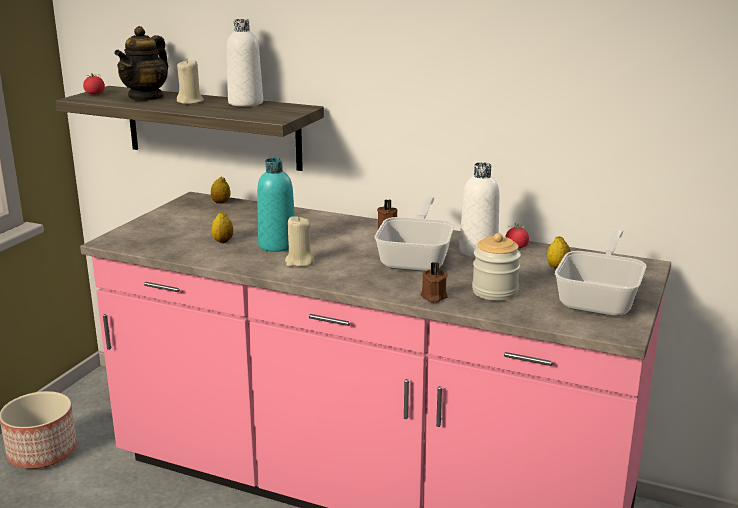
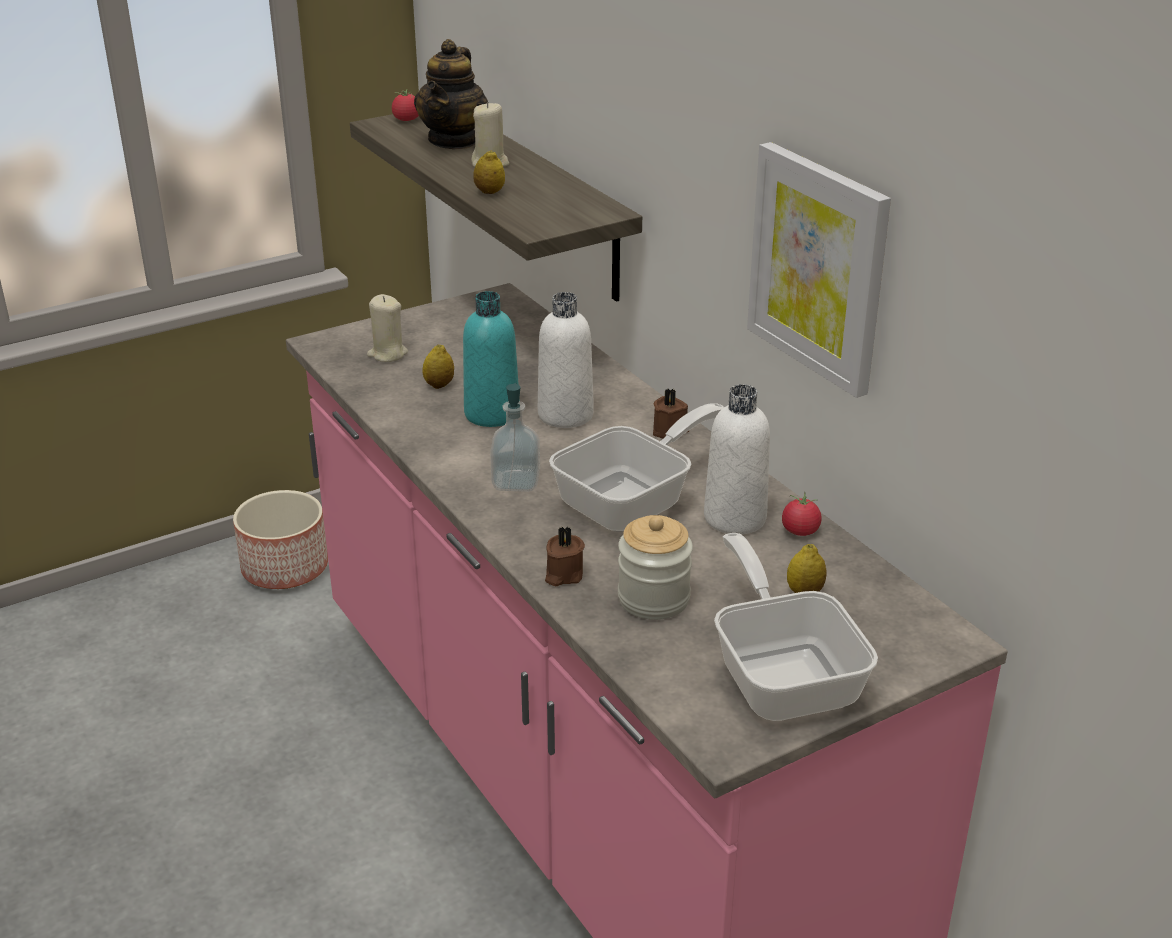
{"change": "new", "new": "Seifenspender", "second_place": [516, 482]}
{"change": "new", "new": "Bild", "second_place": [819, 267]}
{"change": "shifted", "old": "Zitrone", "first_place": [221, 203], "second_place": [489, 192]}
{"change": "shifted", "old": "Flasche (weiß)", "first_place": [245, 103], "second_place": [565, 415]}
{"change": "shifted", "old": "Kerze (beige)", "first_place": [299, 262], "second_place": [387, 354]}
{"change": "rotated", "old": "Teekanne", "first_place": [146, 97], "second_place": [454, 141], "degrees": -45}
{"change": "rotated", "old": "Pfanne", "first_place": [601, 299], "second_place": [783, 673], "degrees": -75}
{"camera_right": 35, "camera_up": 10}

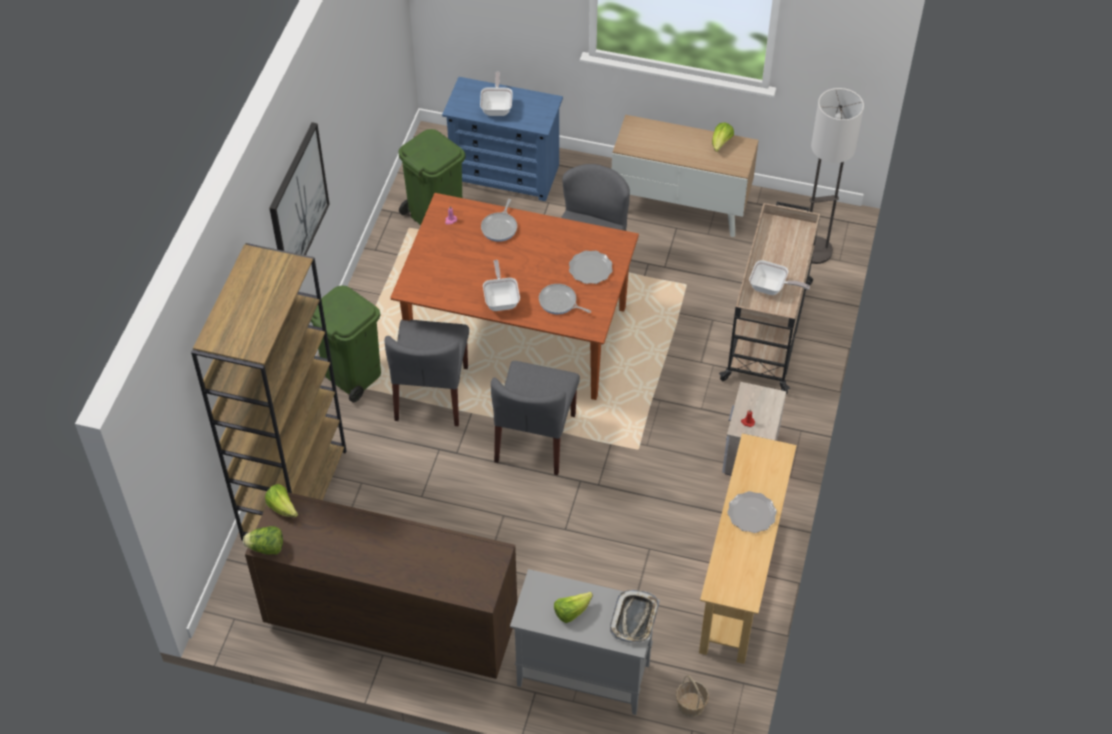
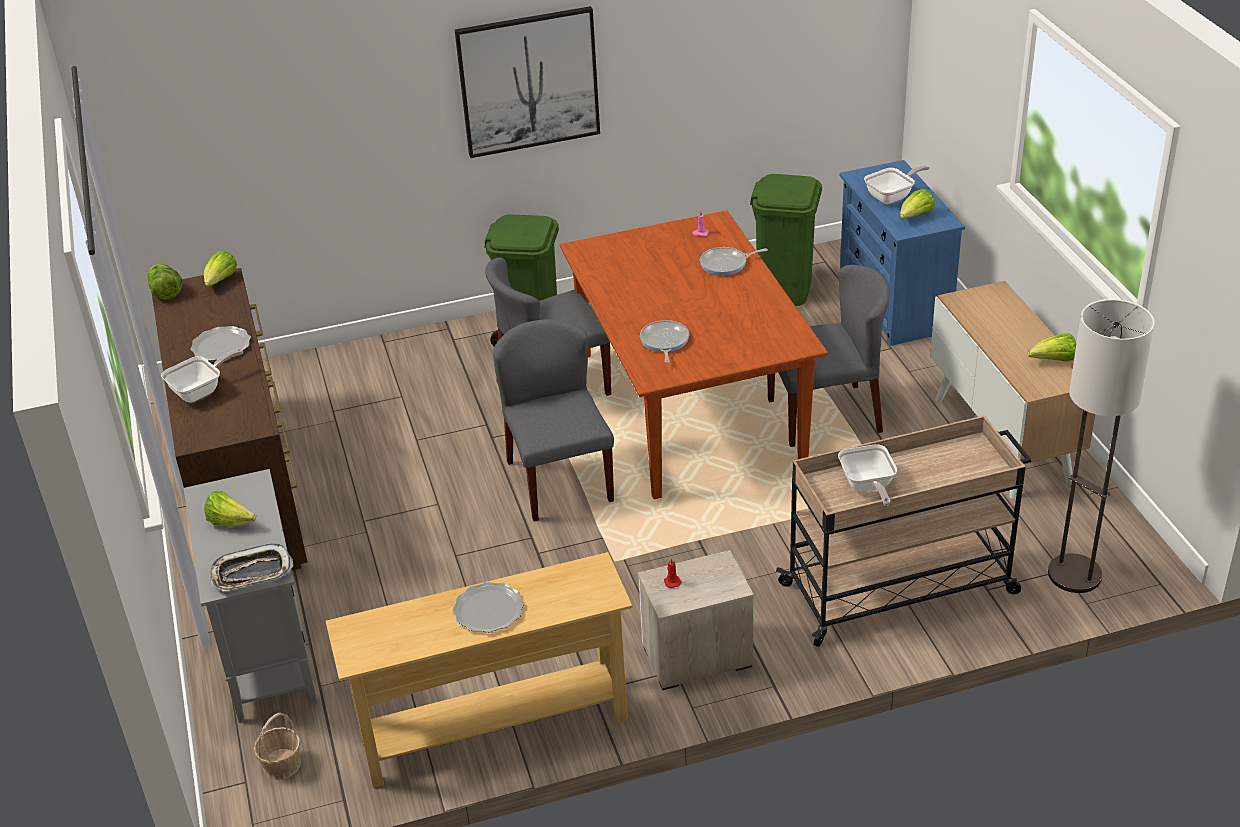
{"change": "gone", "old": "Bücherregal (braun)", "first_place": [294, 493]}
{"change": "new", "new": "Salatkopf", "second_place": [915, 217]}
{"change": "shifted", "old": "Pfanne", "first_place": [501, 299], "second_place": [201, 390]}
{"change": "shifted", "old": "Teller", "first_place": [590, 269], "second_place": [221, 346]}
{"change": "rotated", "old": "Stuhl (grau)", "first_place": [535, 438], "second_place": [559, 481], "degrees": 90}
{"camera_right": 60, "camera_up": -15}

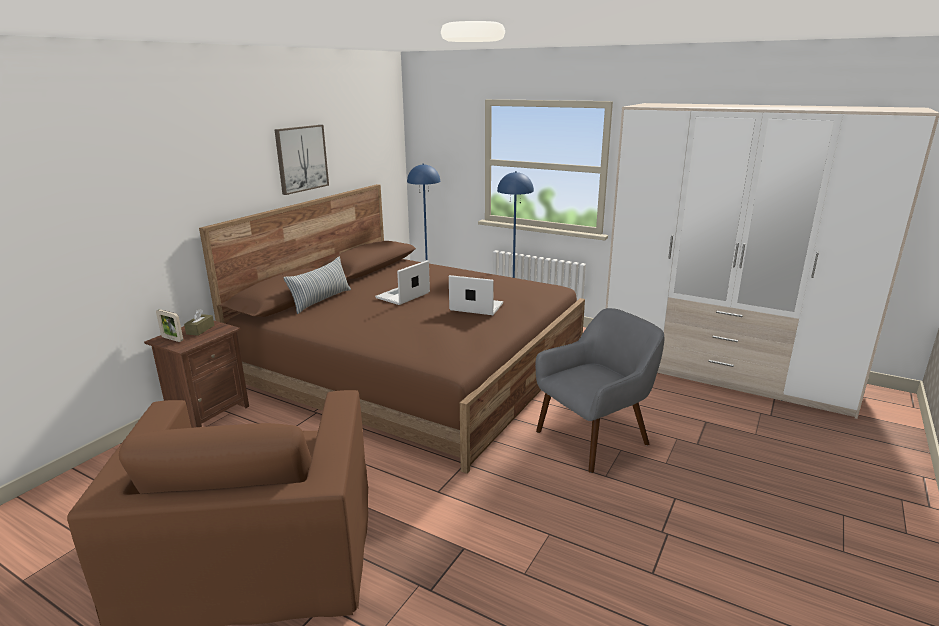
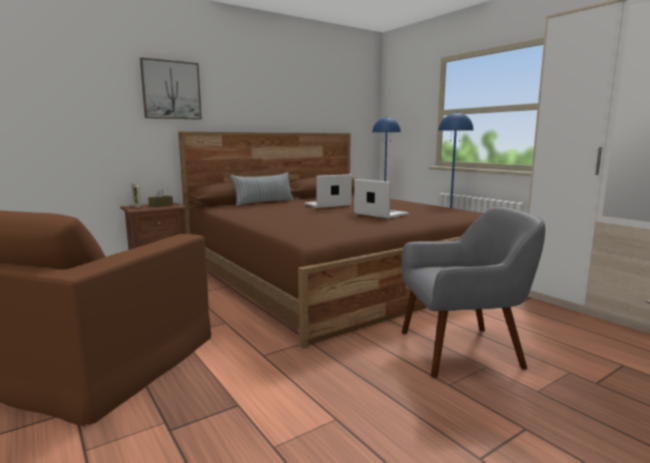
{"change": "shifted", "old": "Bild", "first_place": [301, 158], "second_place": [171, 90]}
{"camera_right": 25, "camera_up": -10}

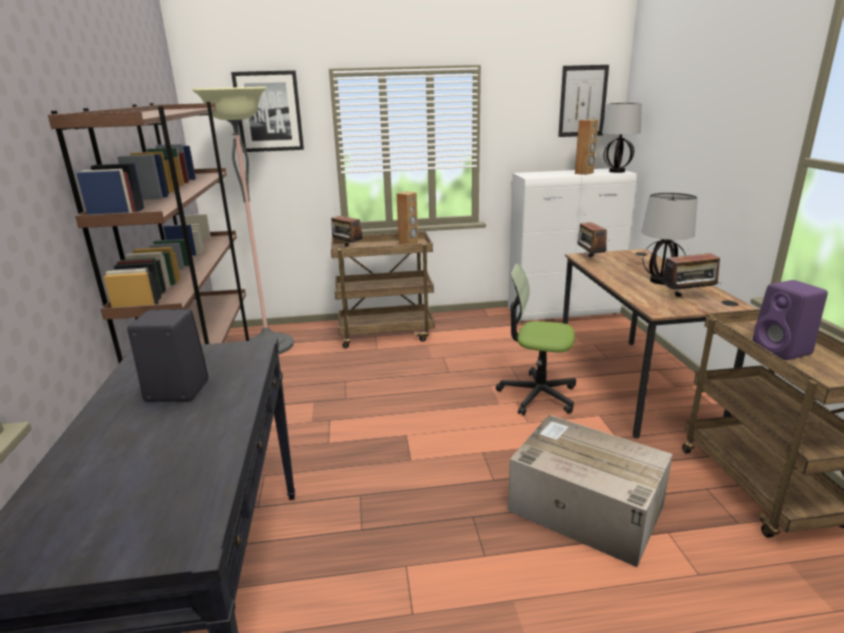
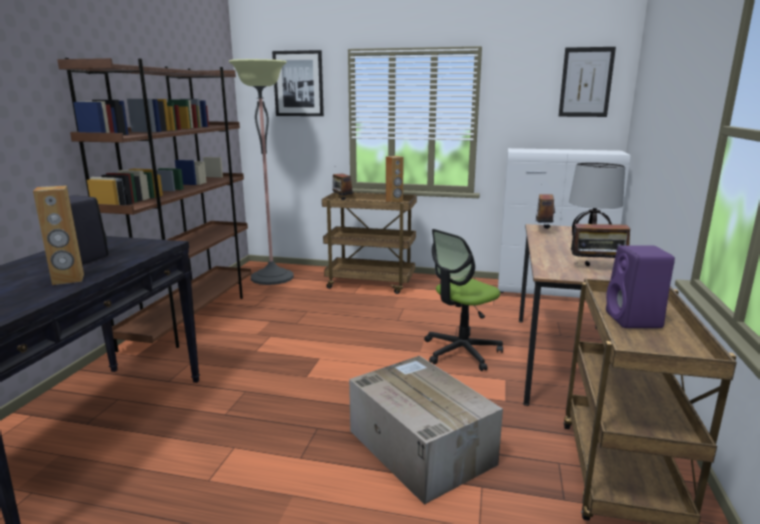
{"change": "gone", "old": "Tischlampe", "first_place": [616, 171]}
{"change": "shifted", "old": "Lautsprecher (braun)", "first_place": [584, 173], "second_place": [68, 279]}
{"change": "rotated", "old": "Bürostuhl", "first_place": [537, 395], "second_place": [461, 352], "degrees": -75}
{"camera_right": 20, "camera_up": -5}

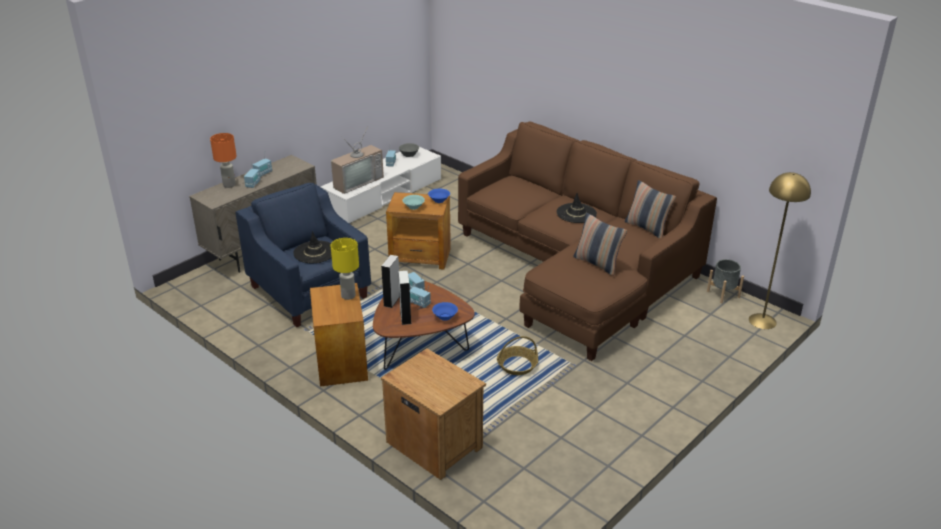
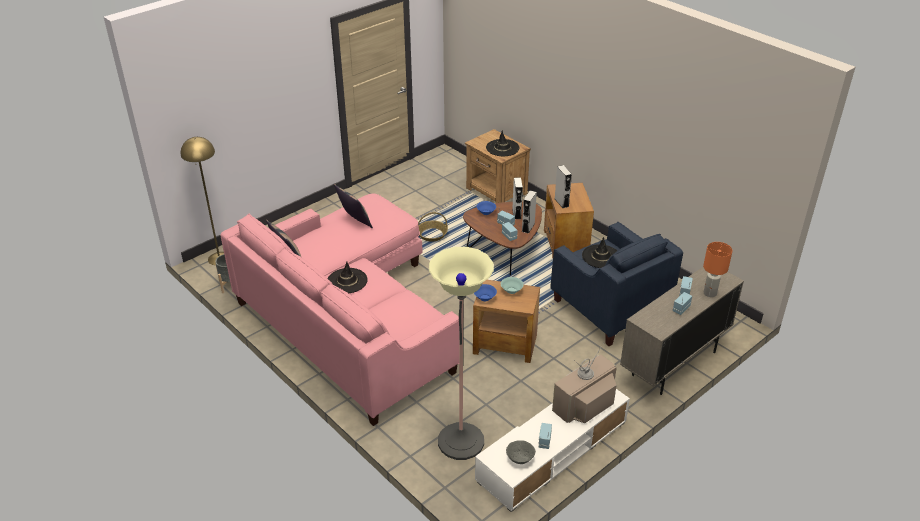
{"change": "new", "new": "Stehlampe", "second_place": [461, 441]}
{"change": "new", "new": "Hut (schwarz)", "second_place": [502, 148]}
{"change": "swapped", "old": "Tischlampe (gelb)", "new": "Lautsprecher (grau)", "first_place": [348, 296], "second_place": [561, 202]}
{"change": "repainted", "old": "Sofa (braun)", "new": "Sofa (rosa)", "first_place": [576, 269], "second_place": [351, 319]}
{"camera_right": -175, "camera_up": 5}

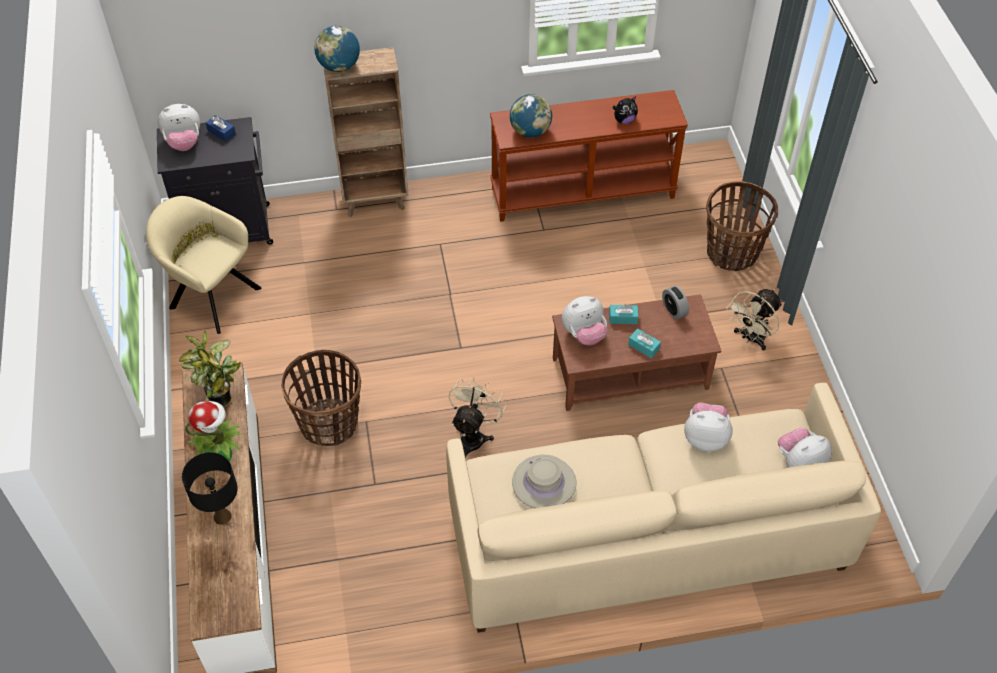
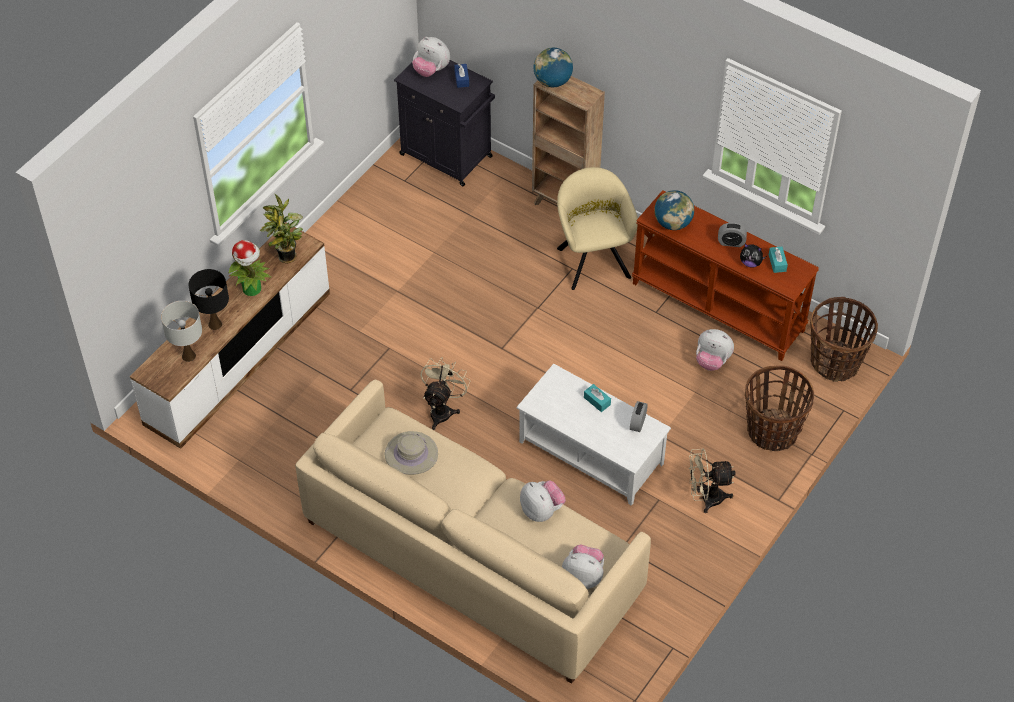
{"change": "new", "new": "Tischlampe (weiß)", "second_place": [188, 355]}
{"change": "new", "new": "Wecker", "second_place": [731, 242]}
{"change": "shifted", "old": "Sessel (beige)", "first_place": [211, 295], "second_place": [592, 259]}
{"change": "shifted", "old": "Korb", "first_place": [329, 423], "second_place": [835, 362]}
{"change": "shifted", "old": "Plüschtier", "first_place": [584, 334], "second_place": [712, 361]}
{"change": "shifted", "old": "Taschentuchbox (türkis)", "first_place": [643, 347], "second_place": [777, 263]}
{"change": "repainted", "old": "Couchtisch (braun)", "new": "Couchtisch (weiß)", "first_place": [630, 374], "second_place": [590, 453]}
{"change": "rotated", "old": "Ventilator (beige)", "first_place": [474, 436], "second_place": [443, 409], "degrees": -45}
{"camera_right": 45, "camera_up": 0}

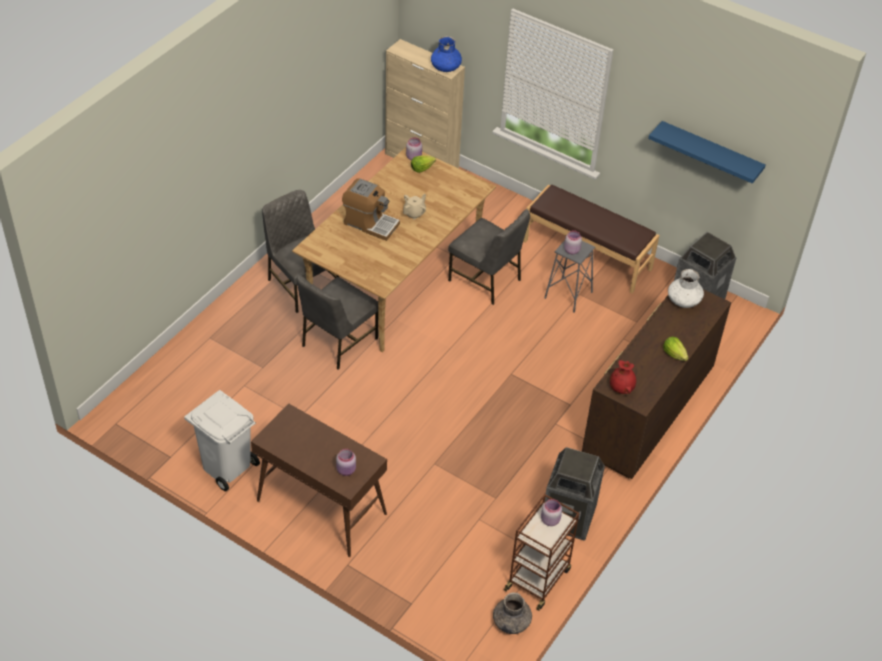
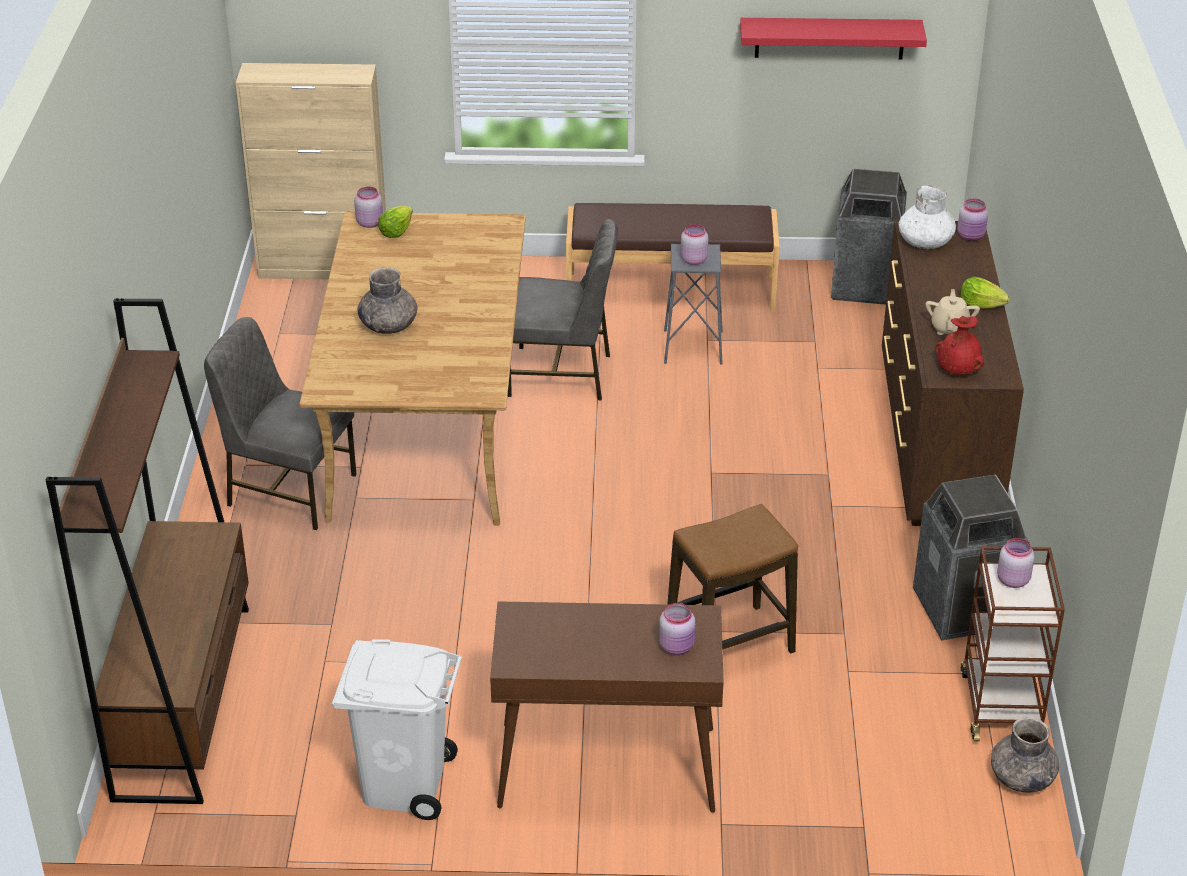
{"change": "gone", "old": "Stuhl (grau)", "first_place": [338, 342]}
{"change": "gone", "old": "Vase (blau)", "first_place": [446, 67]}
{"change": "new", "new": "Bücherregal (braun)", "second_place": [183, 700]}
{"change": "new", "new": "Hocker", "second_place": [729, 645]}
{"change": "new", "new": "Vorratsglas (rosa)", "second_place": [971, 236]}
{"change": "shifted", "old": "Teekanne (beige)", "first_place": [414, 213], "second_place": [949, 328]}
{"change": "swapped", "old": "Kaffeemaschine", "new": "Vase (grau)", "first_place": [370, 223], "second_place": [388, 325]}
{"change": "repainted", "old": "Wandregal (blau)", "new": "Wandregal (rot)", "first_place": [710, 152], "second_place": [829, 38]}
{"camera_right": -30, "camera_up": -10}

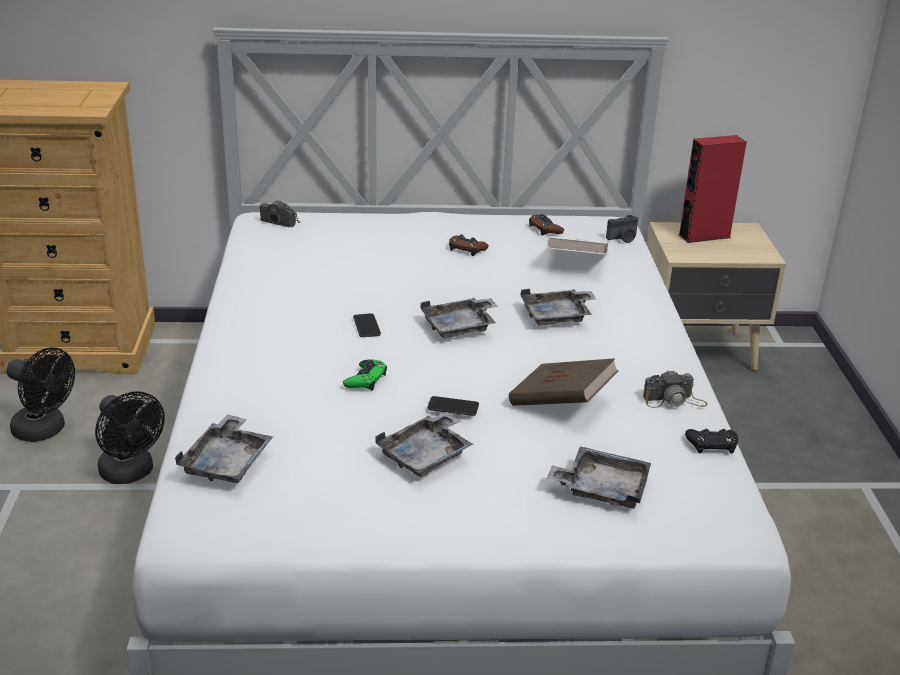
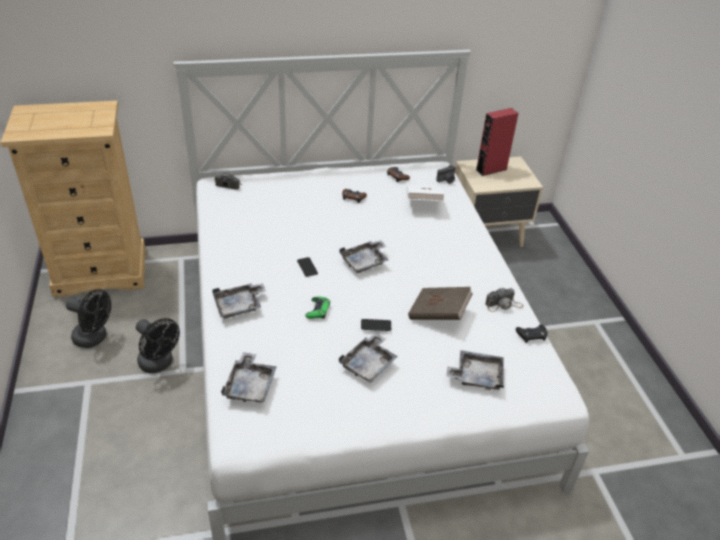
{"change": "shifted", "old": "Tablett (grau)", "first_place": [557, 316], "second_place": [239, 306]}
{"camera_right": -10, "camera_up": 10}

